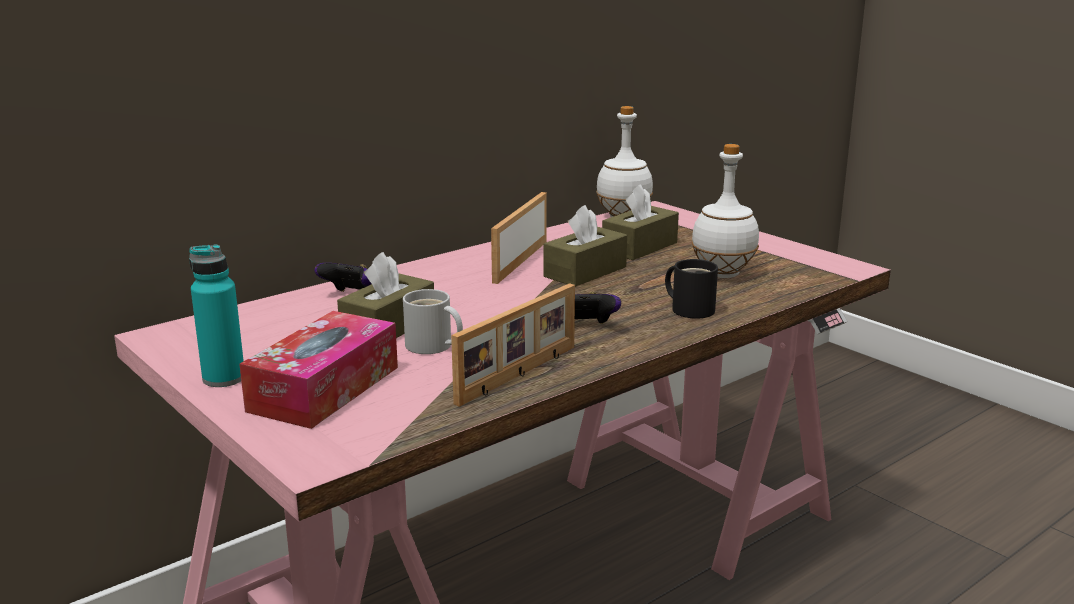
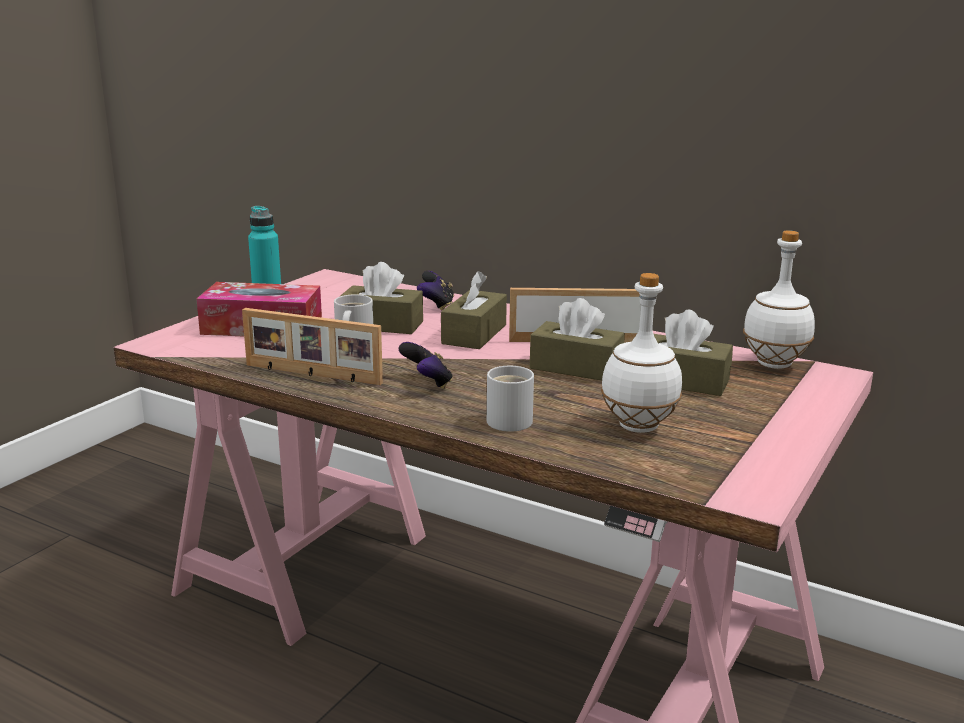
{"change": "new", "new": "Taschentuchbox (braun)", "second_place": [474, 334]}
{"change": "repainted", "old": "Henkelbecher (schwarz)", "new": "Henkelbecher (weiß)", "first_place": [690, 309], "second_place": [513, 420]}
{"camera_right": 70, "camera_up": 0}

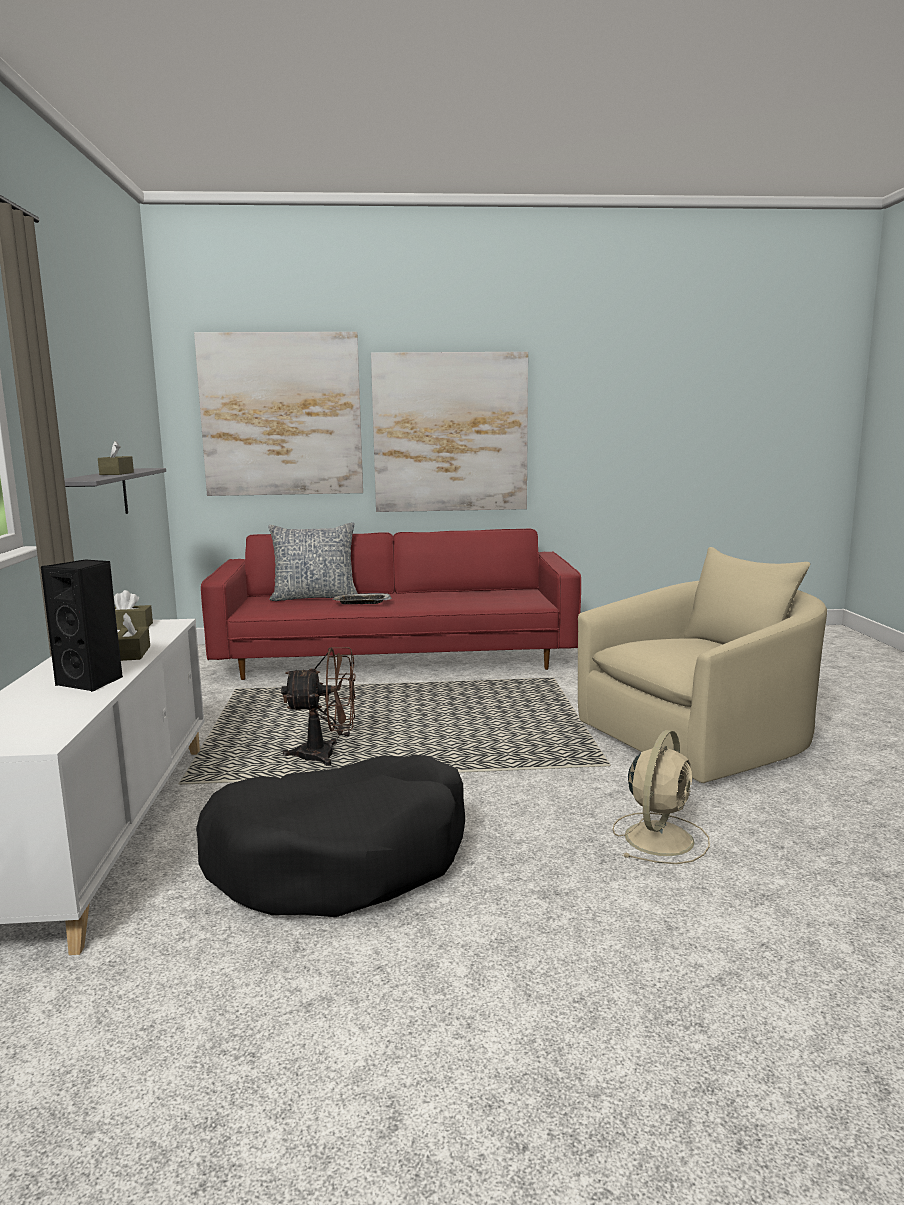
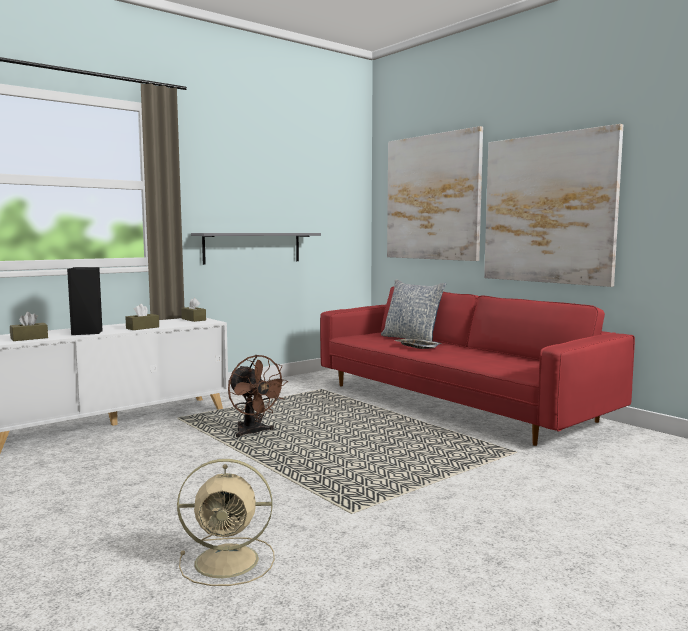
{"change": "gone", "old": "Hundebett (schwarz)", "first_place": [341, 859]}
{"change": "gone", "old": "Sessel (beige)", "first_place": [702, 738]}
{"change": "shifted", "old": "Taschentuchbox (braun)", "first_place": [117, 473], "second_place": [29, 338]}
{"camera_right": 55, "camera_up": -5}

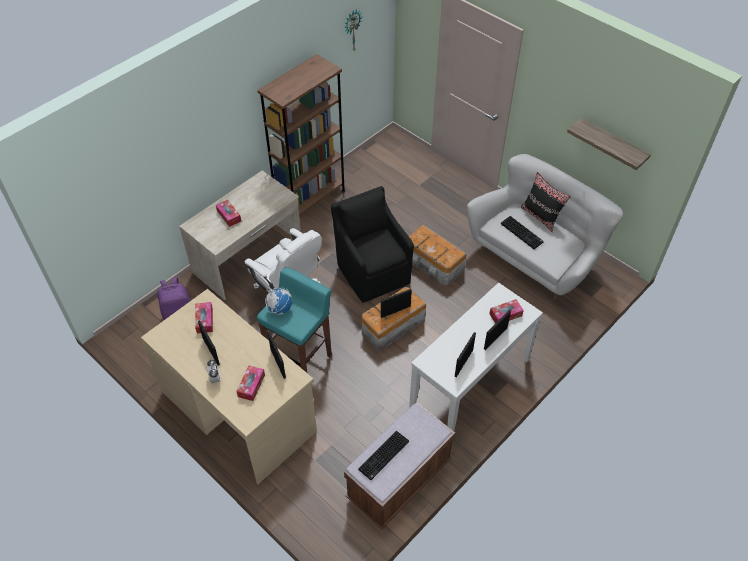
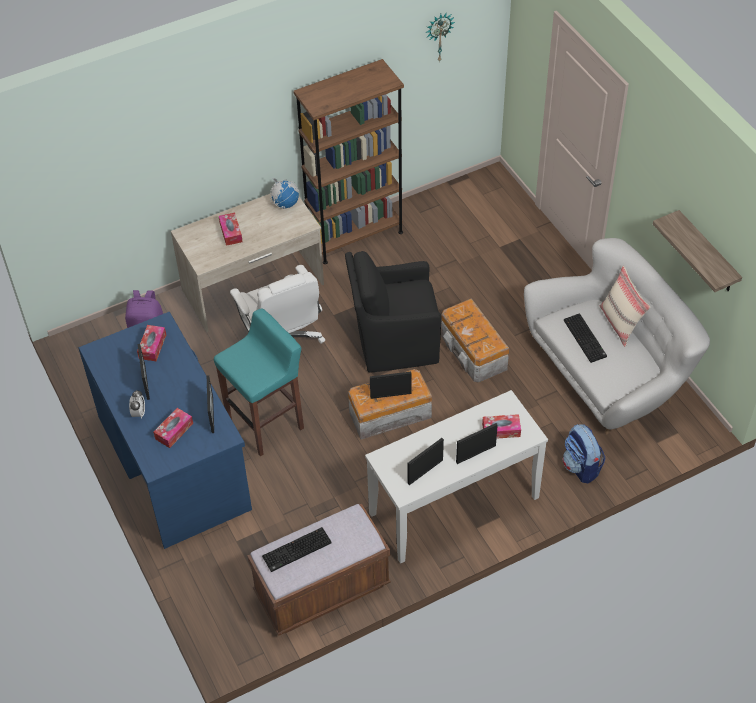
{"change": "new", "new": "Rucksack", "second_place": [581, 467]}
{"change": "shifted", "old": "Globus", "first_place": [279, 308], "second_place": [285, 204]}
{"change": "repainted", "old": "Schreibtisch (beige)", "new": "Schreibtisch (blau)", "first_place": [238, 410], "second_place": [174, 461]}
{"change": "repainted", "old": "Kissen (schwarz)", "new": "Kissen (beige)", "first_place": [541, 216], "second_place": [620, 324]}
{"change": "rotated", "old": "Sessel (schwarz)", "first_place": [372, 272], "second_place": [394, 342], "degrees": -90}
{"camera_right": 20, "camera_up": 0}

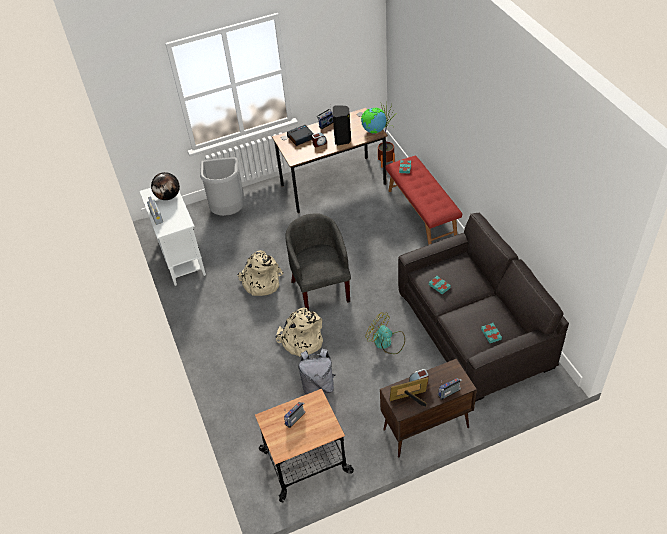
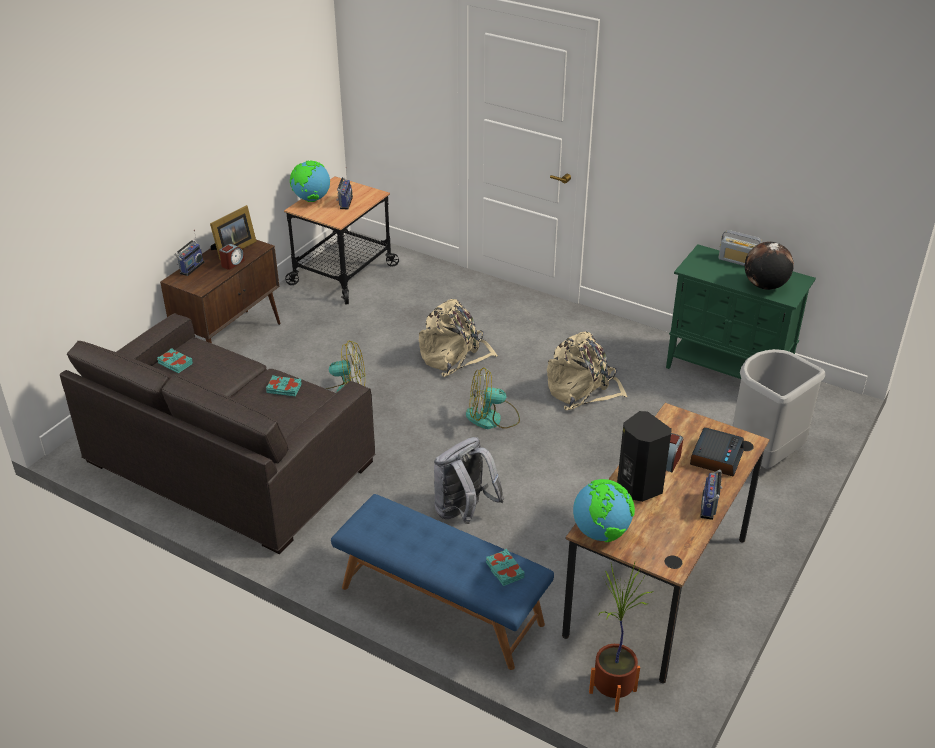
{"change": "new", "new": "Globus", "second_place": [311, 199]}
{"change": "shifted", "old": "Rucksack (grau)", "first_place": [318, 385], "second_place": [464, 512]}
{"change": "swapped", "old": "Sessel (grau)", "new": "Ventilator", "first_place": [321, 288], "second_place": [492, 418]}
{"change": "repainted", "old": "Schrank (weiß)", "new": "Schrank (grün)", "first_place": [181, 257], "second_place": [729, 372]}
{"change": "repainted", "old": "Bank (rot)", "new": "Bank (blau)", "first_place": [422, 213], "second_place": [440, 606]}
{"camera_right": 140, "camera_up": -10}

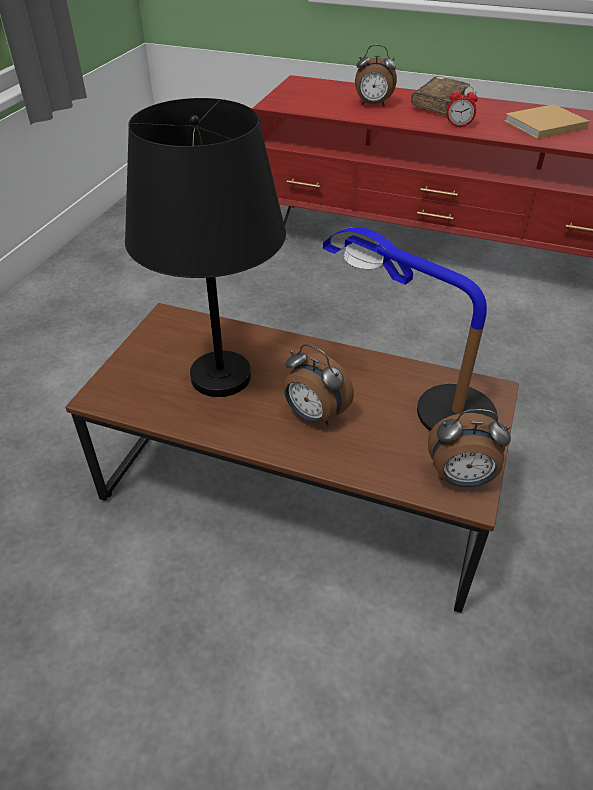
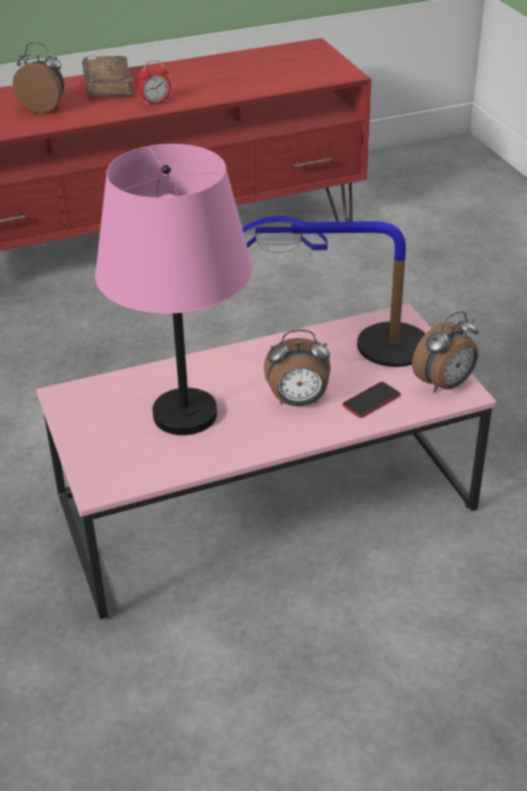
{"change": "gone", "old": "Buch (beige)", "first_place": [543, 125]}
{"change": "new", "new": "Handy", "second_place": [371, 401]}
{"change": "repainted", "old": "Couchtisch (braun)", "new": "Couchtisch (rosa)", "first_place": [296, 489], "second_place": [265, 505]}
{"change": "repainted", "old": "Tischlampe (schwarz)", "new": "Tischlampe (rosa)", "first_place": [220, 377], "second_place": [185, 415]}
{"change": "rotated", "old": "Wecker", "first_place": [373, 105], "second_place": [44, 108], "degrees": -135}
{"camera_right": -40, "camera_up": -5}

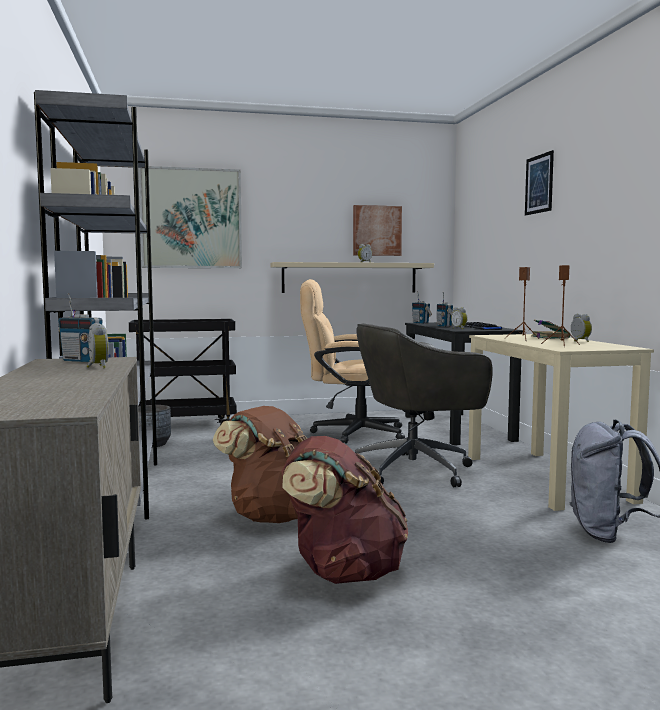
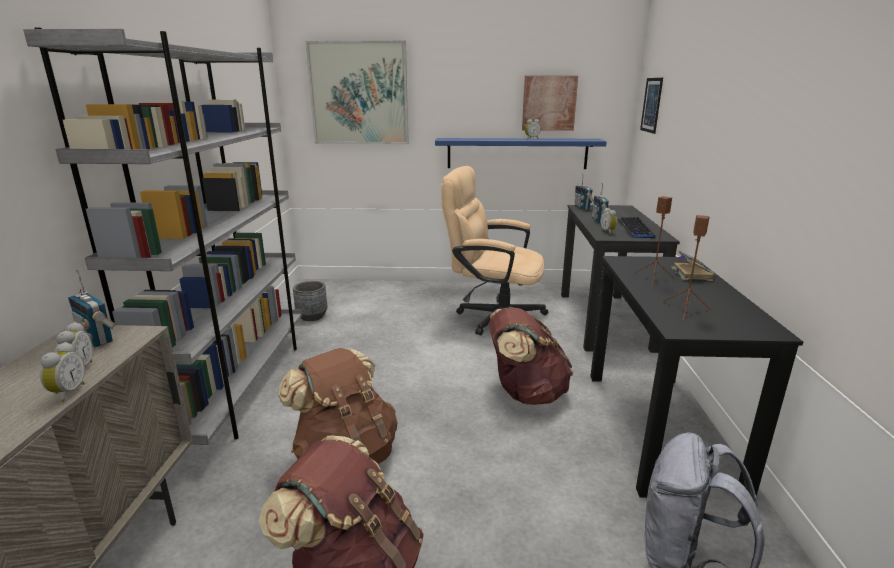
{"change": "gone", "old": "Rollwagen (schwarz)", "first_place": [186, 425]}
{"change": "shifted", "old": "Bild", "first_place": [539, 184], "second_place": [651, 105]}
{"change": "shifted", "old": "Wecker", "first_place": [579, 341], "second_place": [67, 393]}
{"change": "swapped", "old": "Bürostuhl (grau)", "new": "Rucksack (braun)", "first_place": [416, 470], "second_place": [525, 393]}
{"change": "repainted", "old": "Wandregal (beige)", "new": "Wandregal (blau)", "first_place": [349, 277], "second_place": [517, 153]}
{"change": "repainted", "old": "Schreibtisch (beige)", "new": "Schreibtisch (schwarz)", "first_place": [546, 478], "second_place": [658, 428]}
{"camera_right": 15, "camera_up": 15}

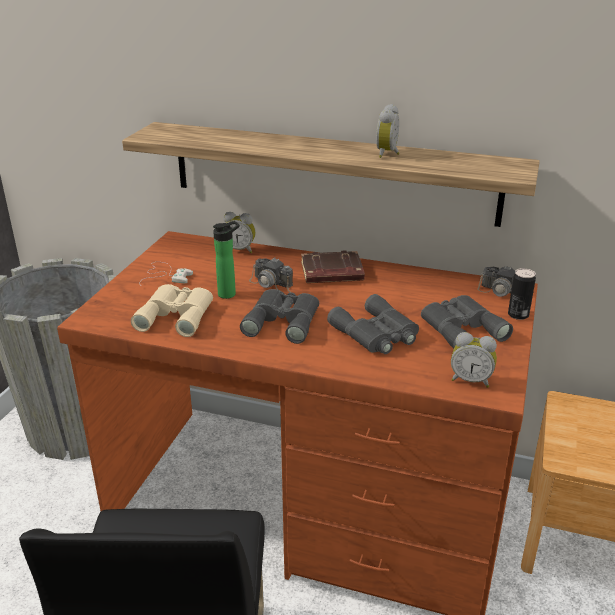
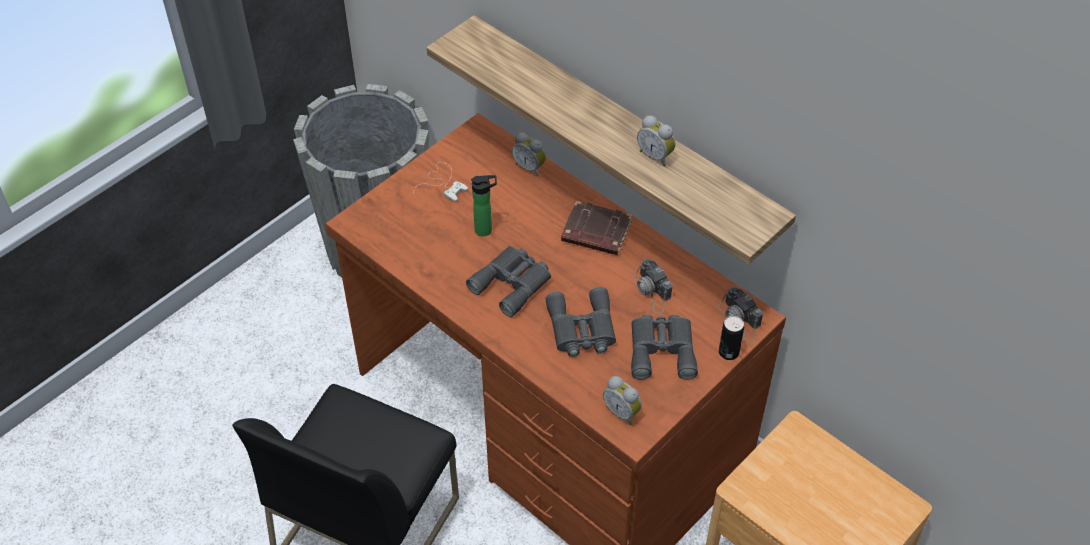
{"change": "gone", "old": "Fernglas (beige)", "first_place": [177, 315]}
{"change": "shifted", "old": "Kamera", "first_place": [273, 285], "second_place": [652, 291]}
{"change": "rotated", "old": "Wecker", "first_place": [389, 154], "second_place": [656, 155], "degrees": -90}
{"camera_right": 25, "camera_up": 20}

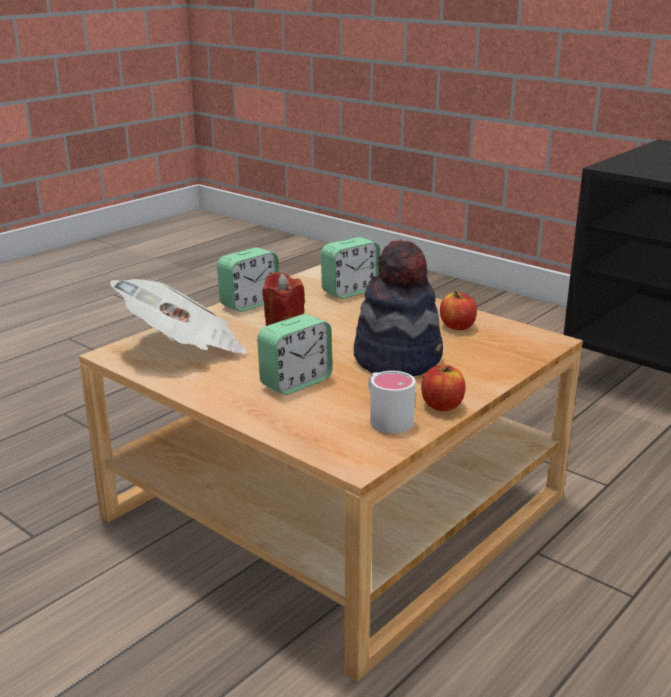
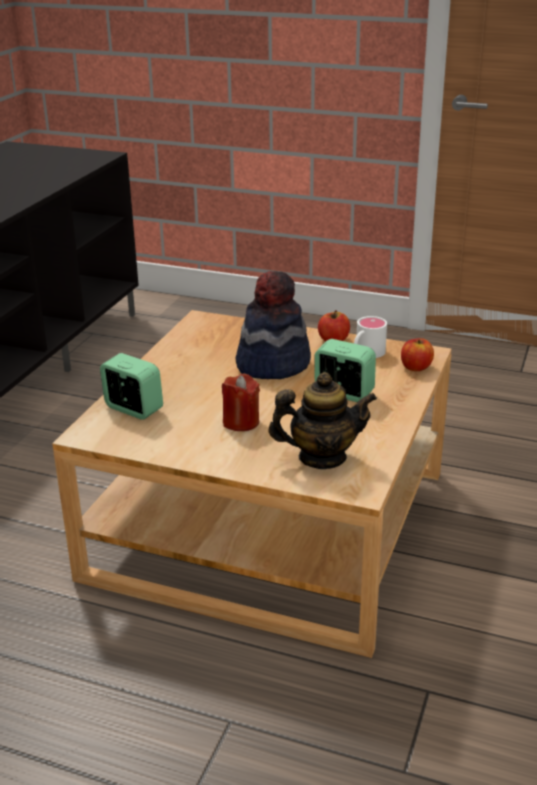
{"change": "gone", "old": "Wecker", "first_place": [249, 303]}
{"change": "shifted", "old": "Apfel", "first_place": [457, 326], "second_place": [416, 367]}
{"change": "swapped", "old": "Zeitung", "new": "Teekanne", "first_place": [184, 348], "second_place": [322, 457]}
{"camera_right": -110, "camera_up": 5}

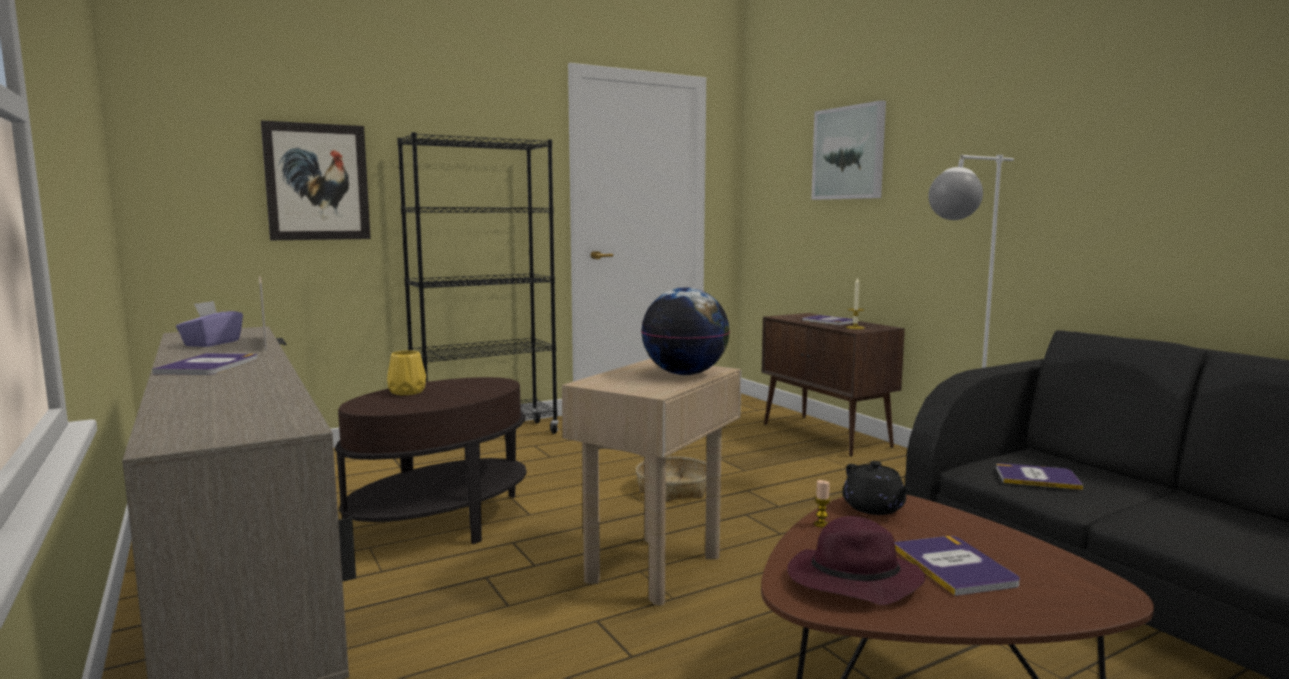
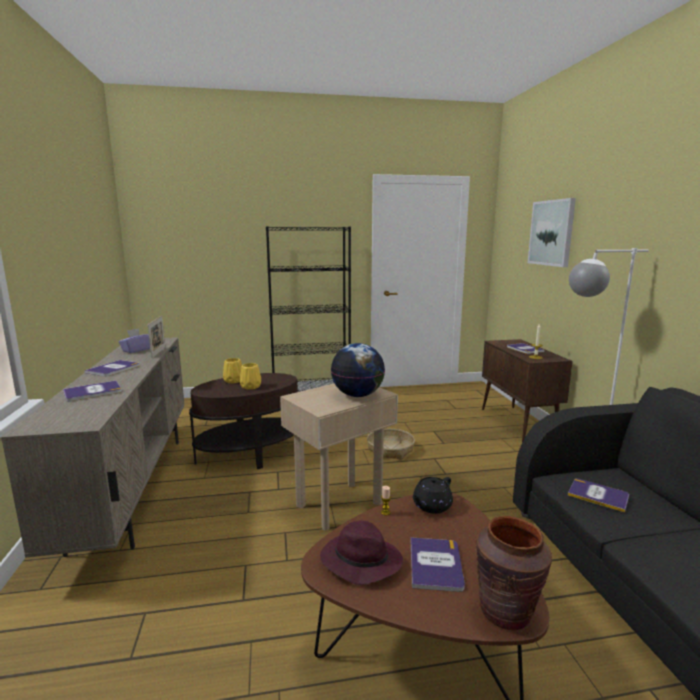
{"change": "gone", "old": "Bild", "first_place": [317, 182]}
{"change": "new", "new": "Buch", "second_place": [92, 392]}
{"change": "new", "new": "Vase (gelb)", "second_place": [250, 387]}
{"change": "new", "new": "Vase (braun)", "second_place": [506, 612]}
{"change": "rotated", "old": "Teekanne (schwarz)", "first_place": [874, 508], "second_place": [431, 506], "degrees": 45}
{"camera_right": 20, "camera_up": 5}

